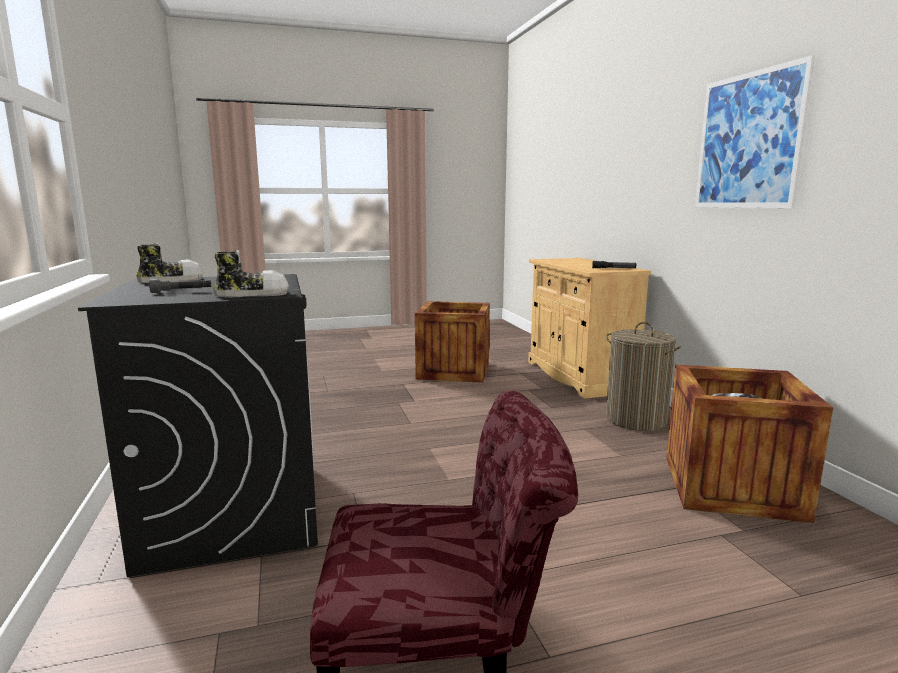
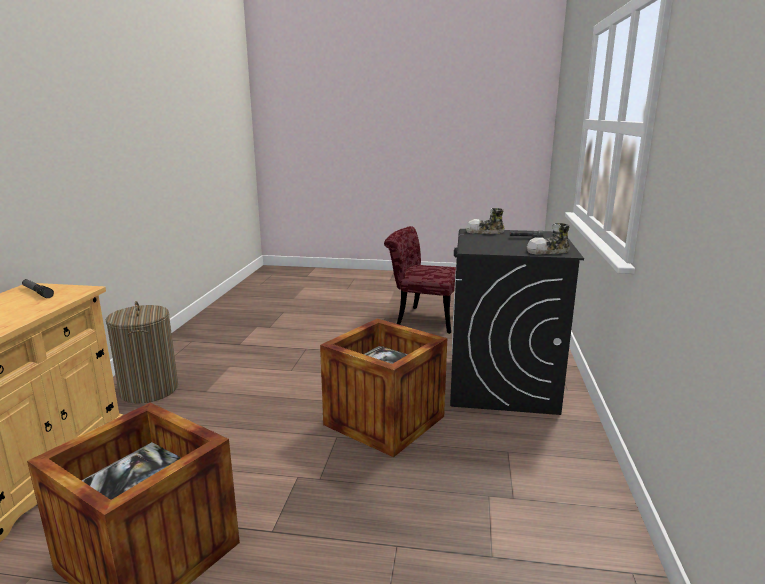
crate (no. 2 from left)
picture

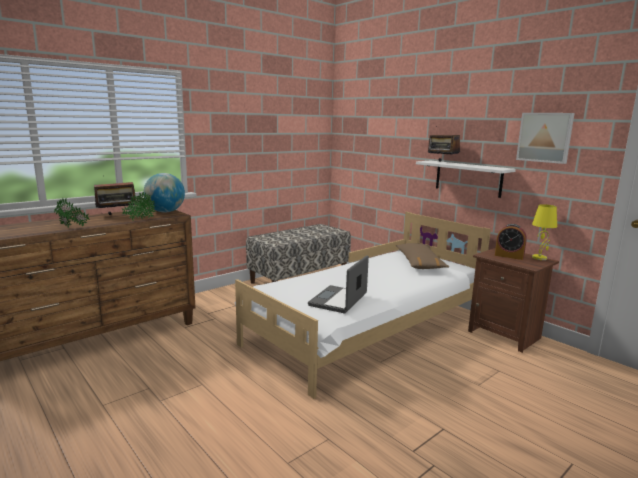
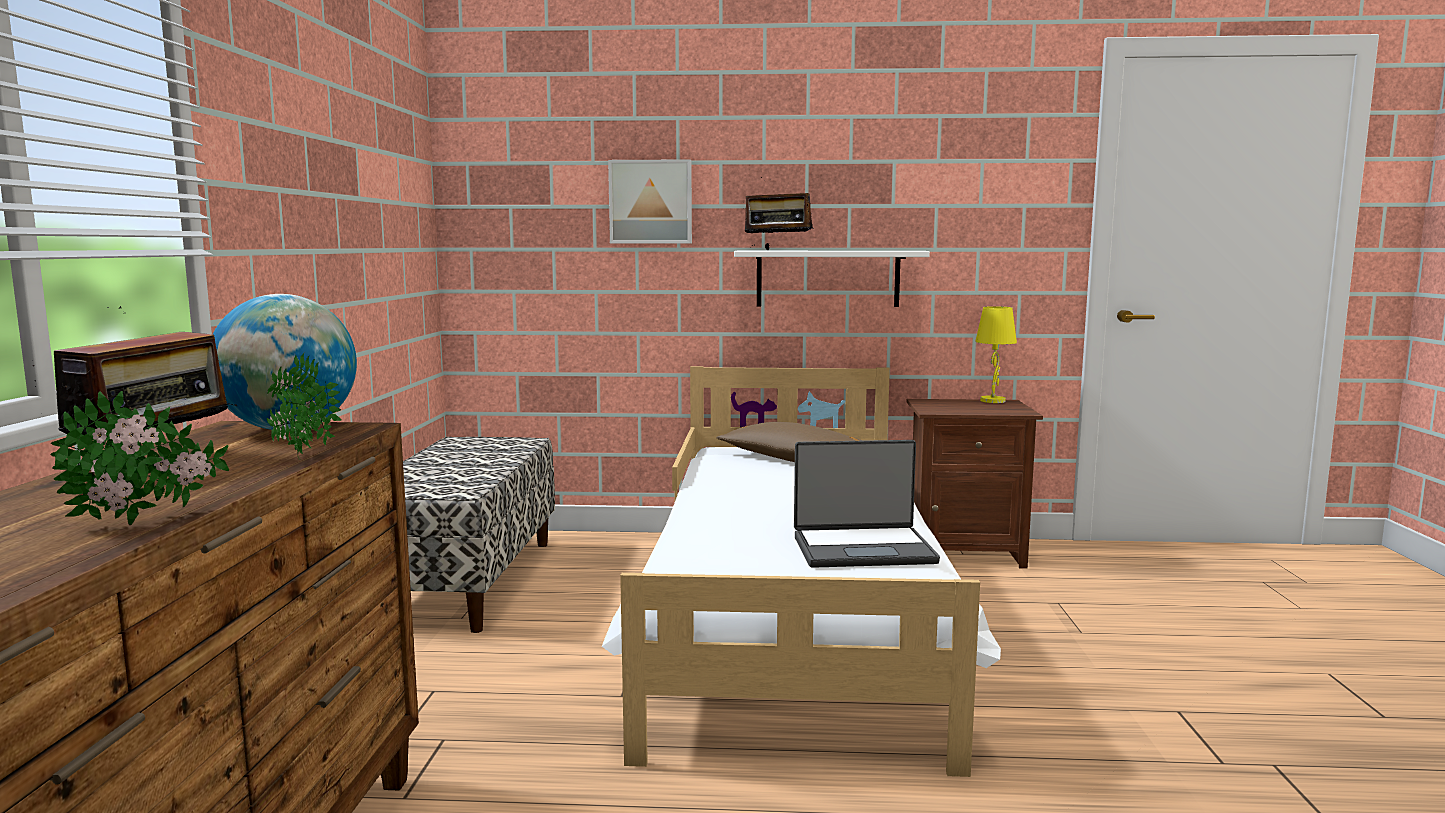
notebook computer
table clock
picture

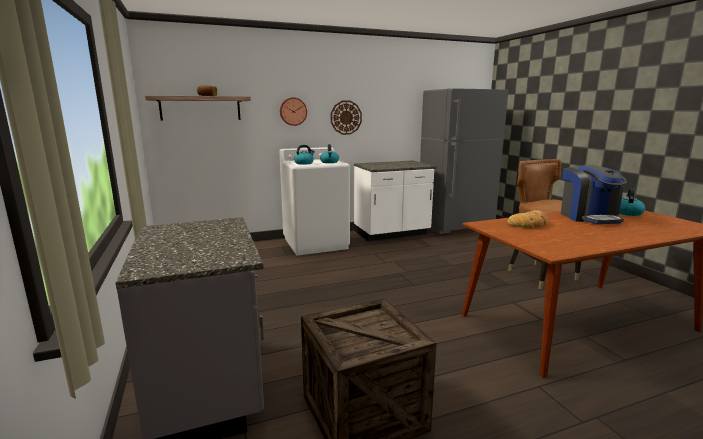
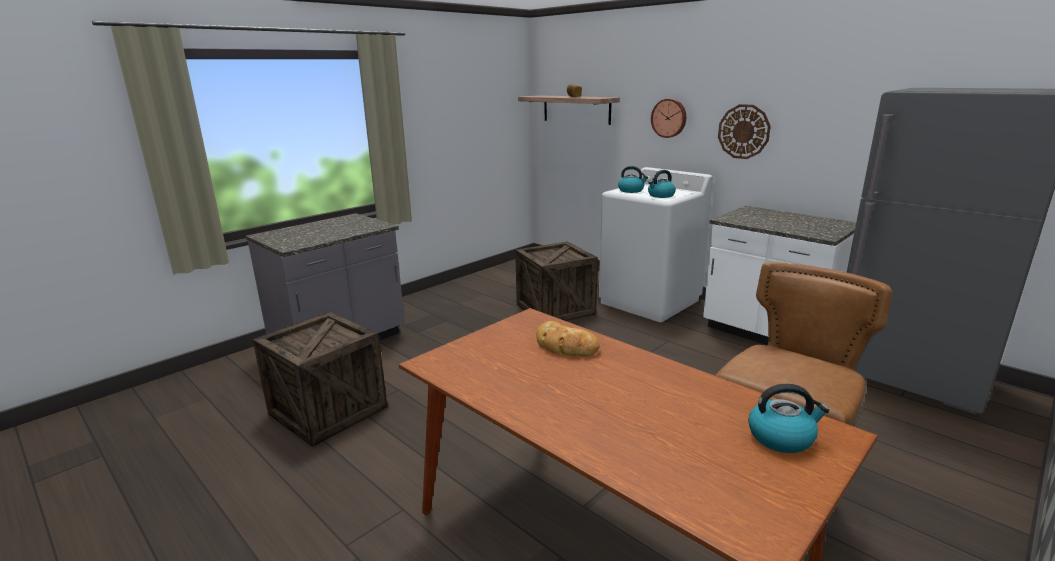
coffee brewer
crate (no. 2 from left)

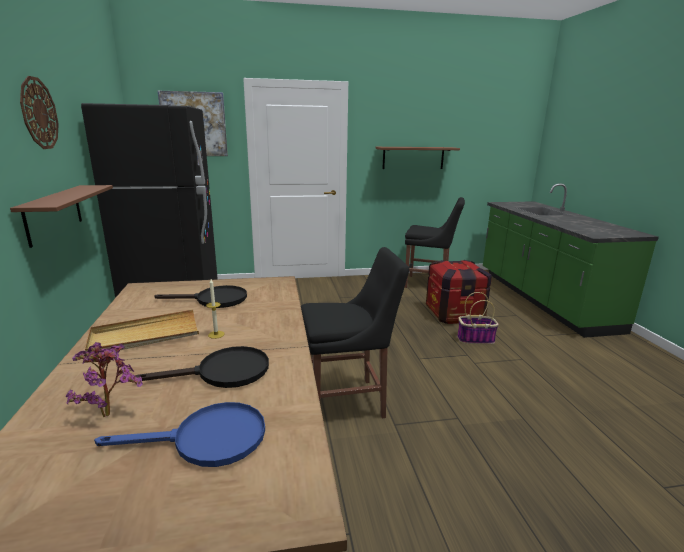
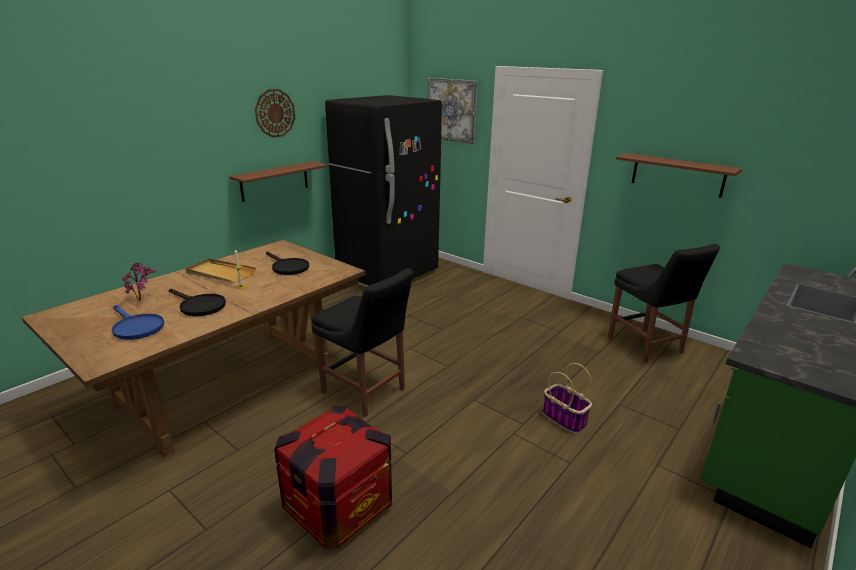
crate

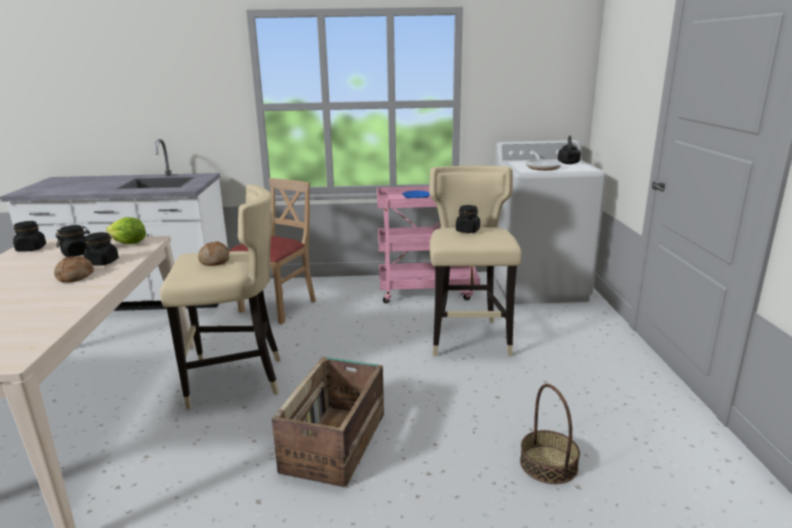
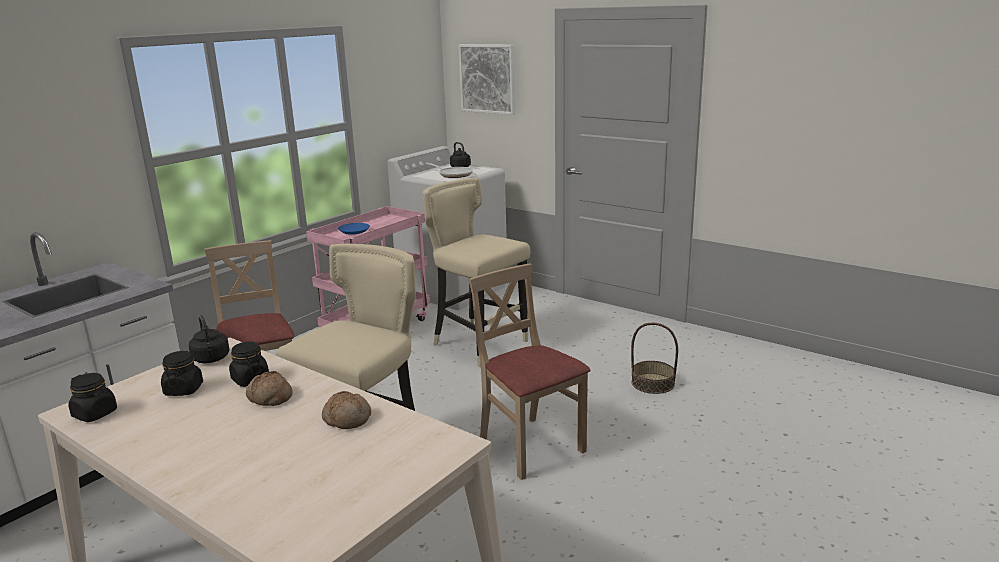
blackish tea kettle (no. 1 from left)
baked bread (no. 2 from left)
sand-coloured chair (no. 2 from left)
blackish jar (no. 4 from left in the first image)
picture

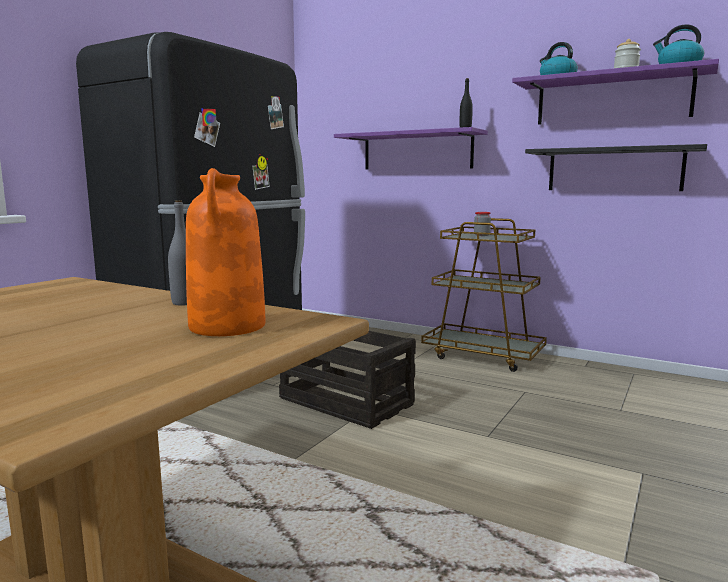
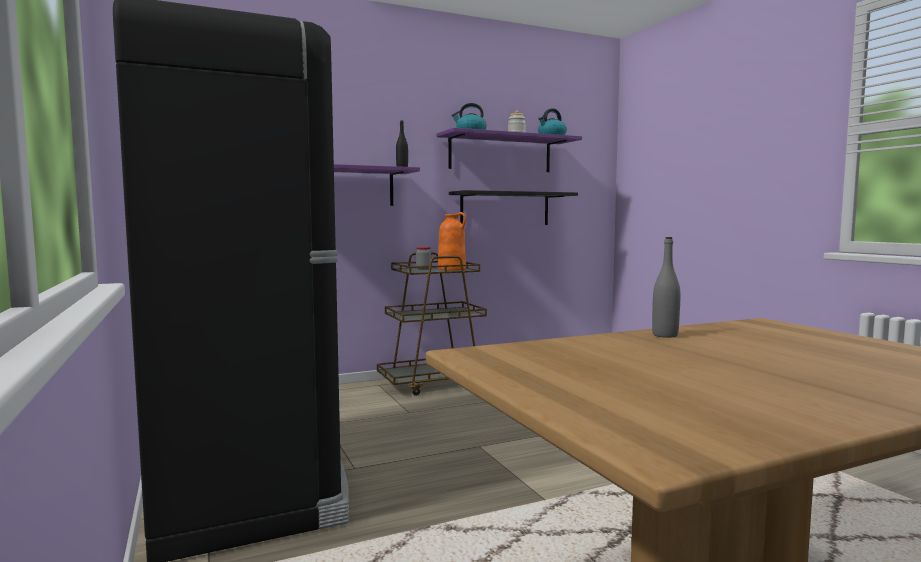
orange flower vase
crate

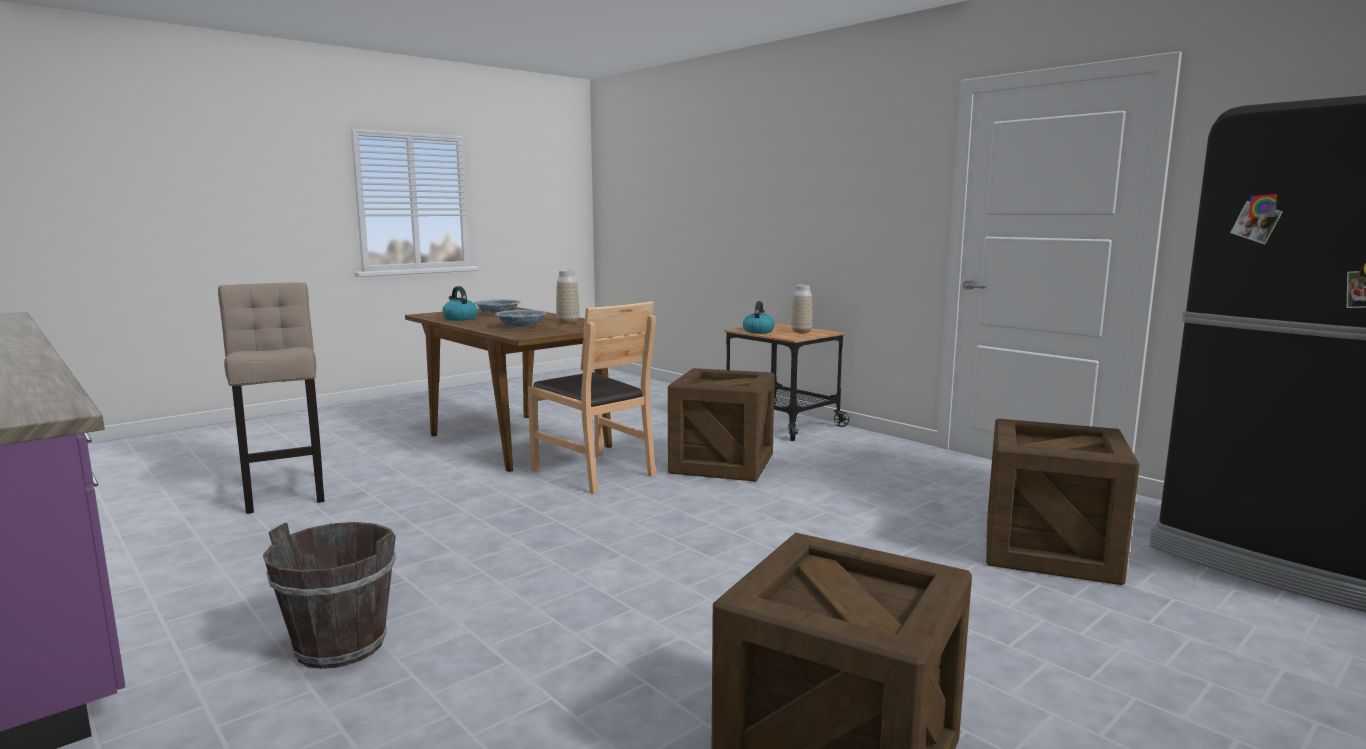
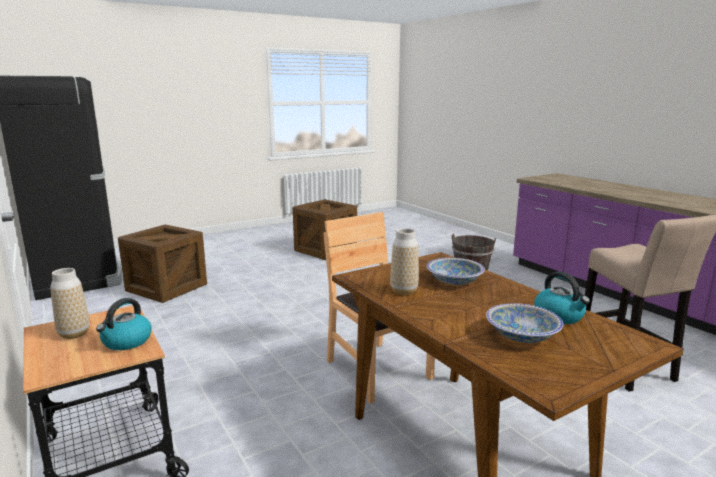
crate (no. 1 from left in the first image)

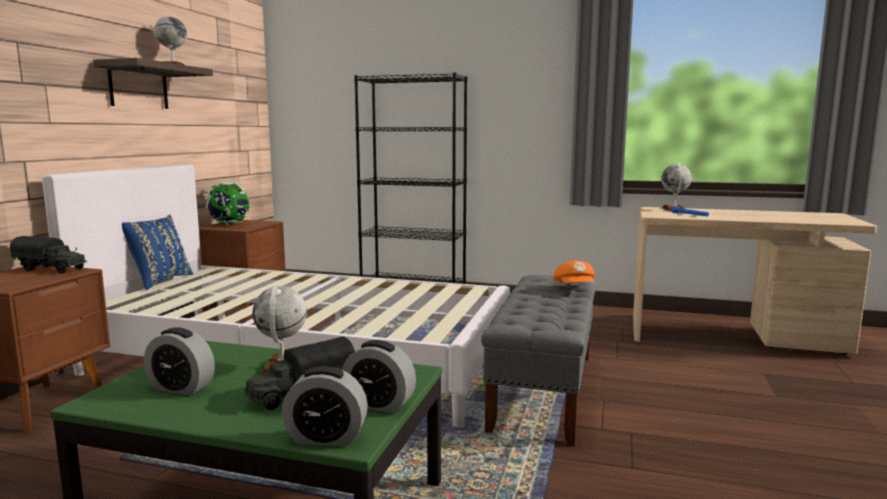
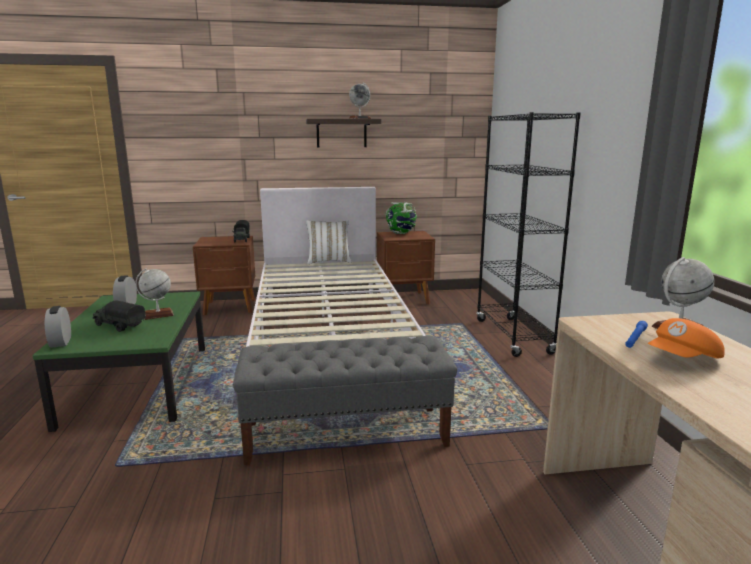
white cushion
table clock (no. 3 from left in the first image)
orange cap

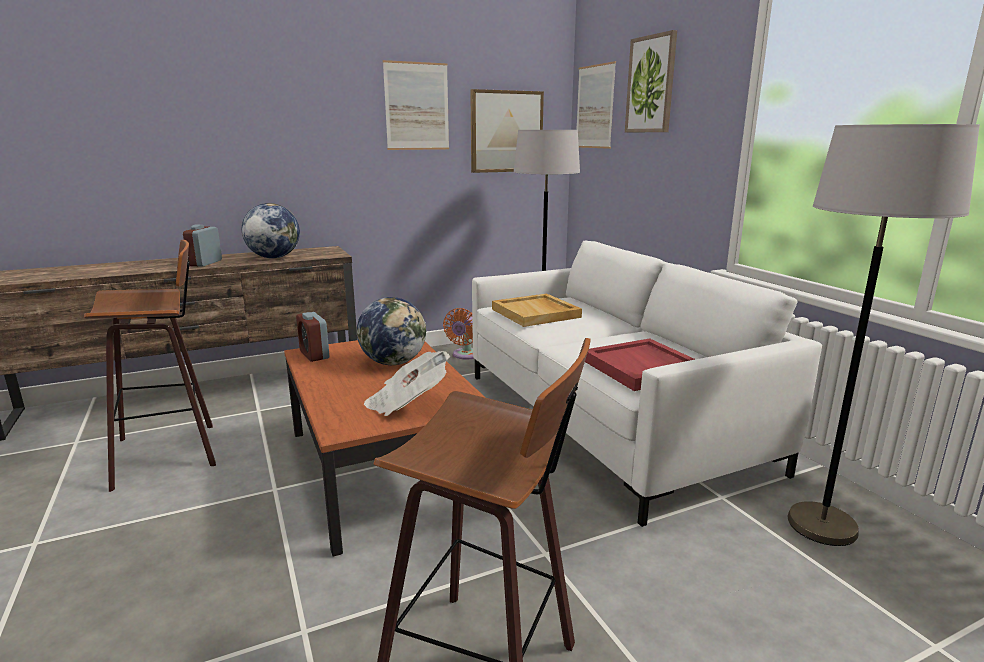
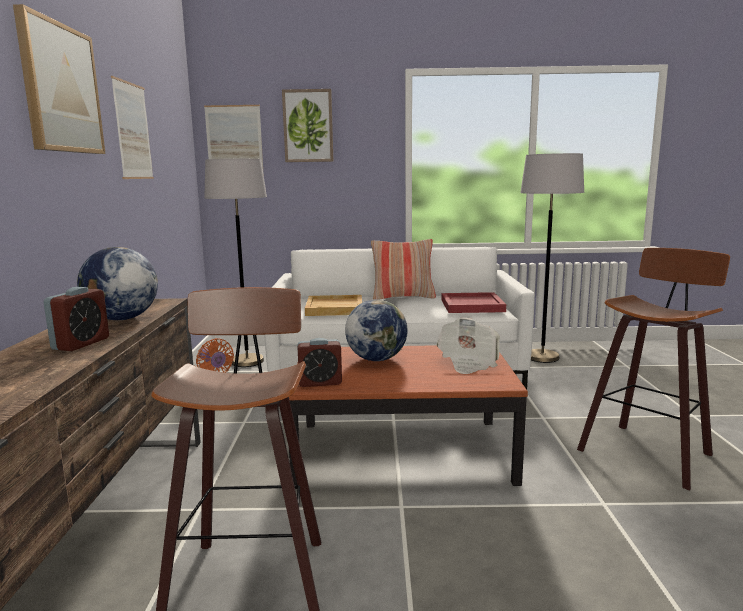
table clock (no. 1 from left)
picture (no. 1 from left)
cushion

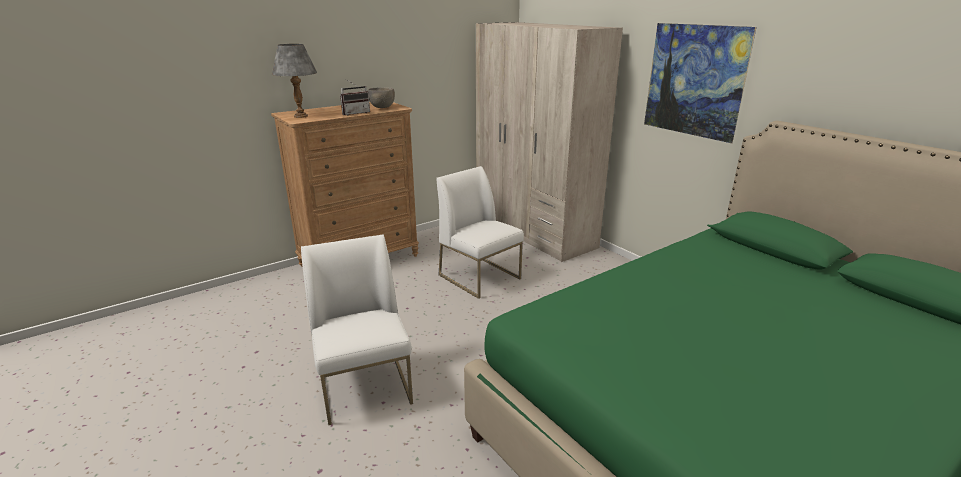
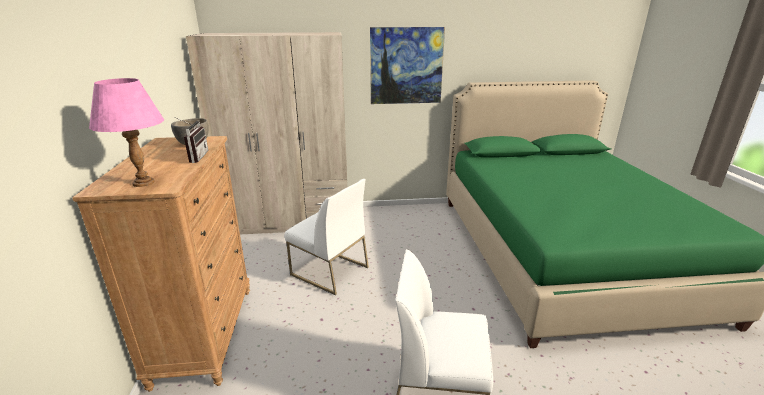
pink tabletop lamp
white chair (no. 1 from left)

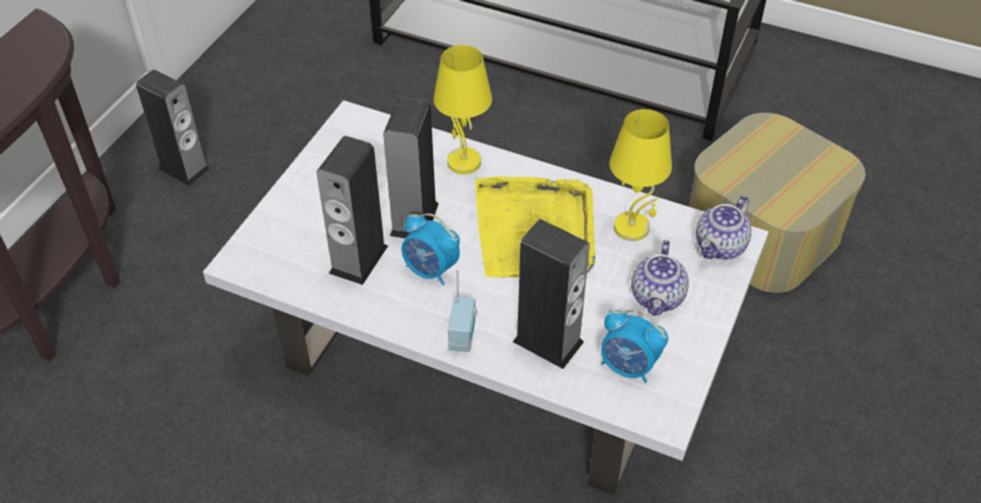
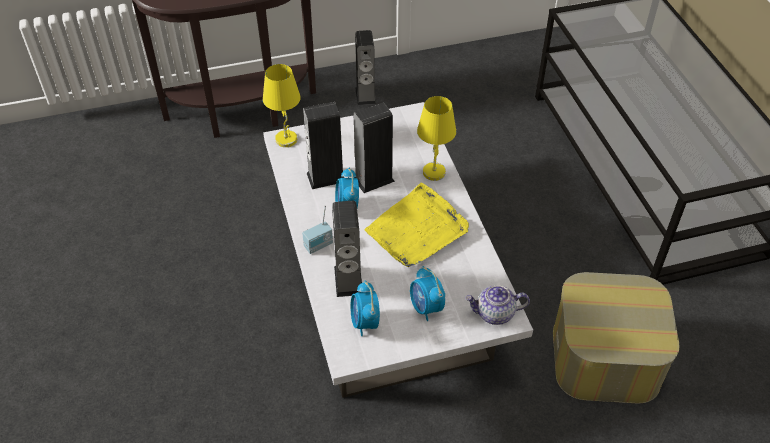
yellow-coloured tabletop lamp (no. 1 from left)
table clock (no. 3 from left)

